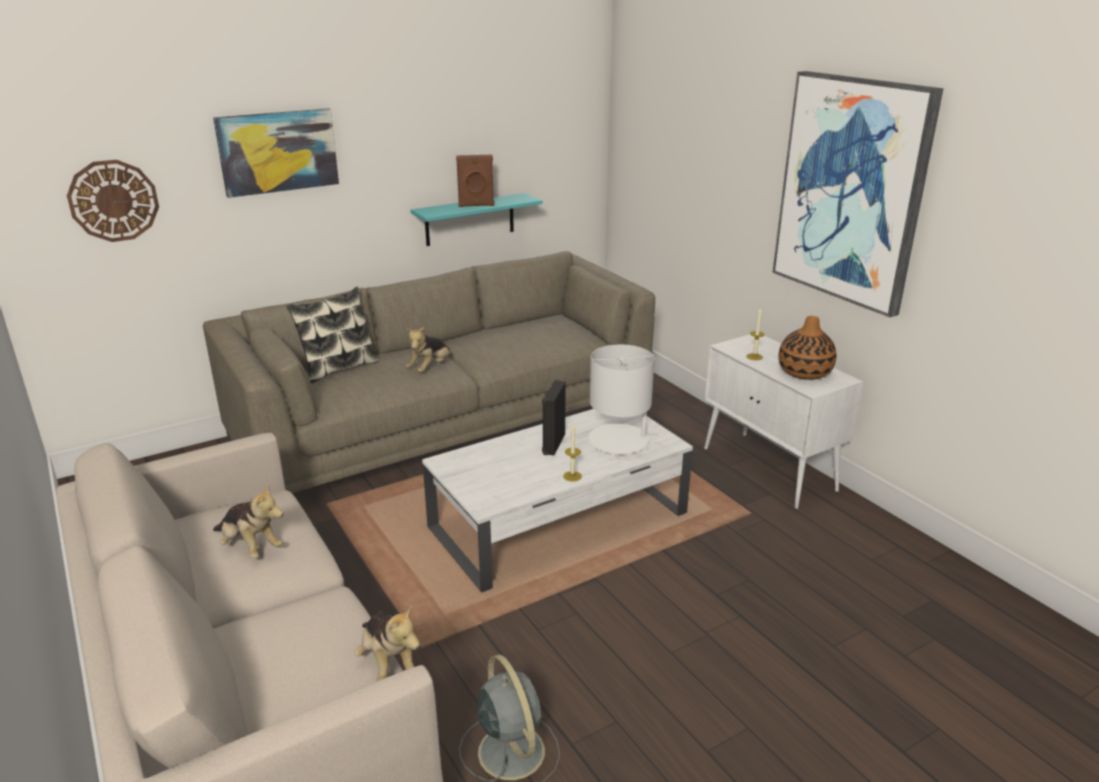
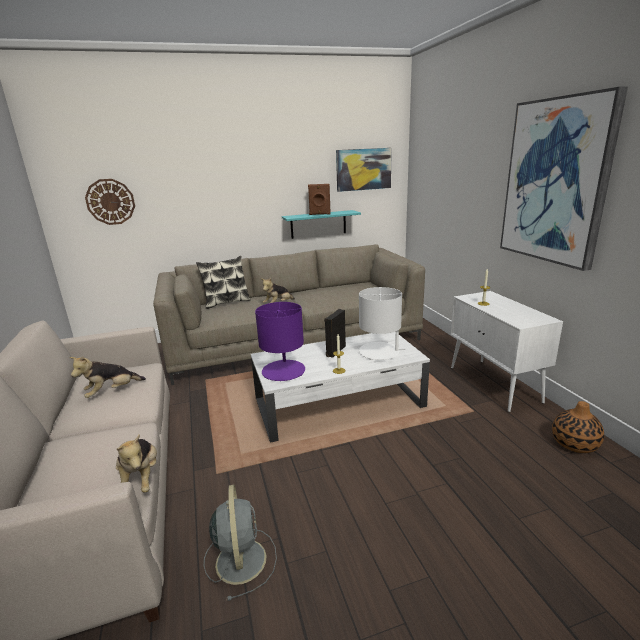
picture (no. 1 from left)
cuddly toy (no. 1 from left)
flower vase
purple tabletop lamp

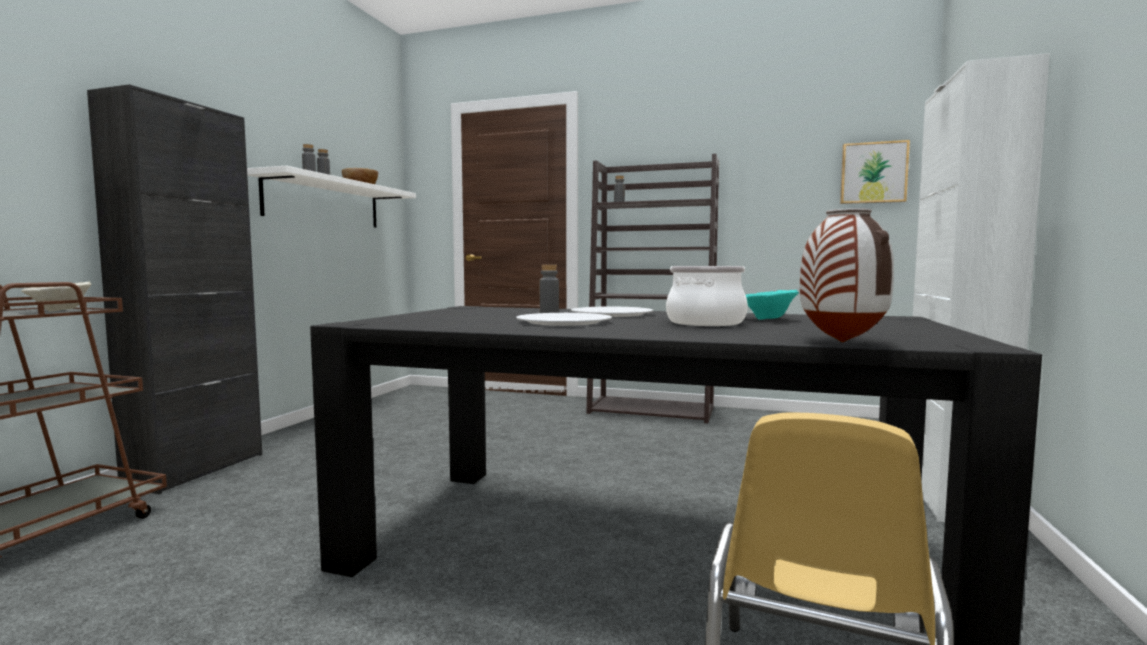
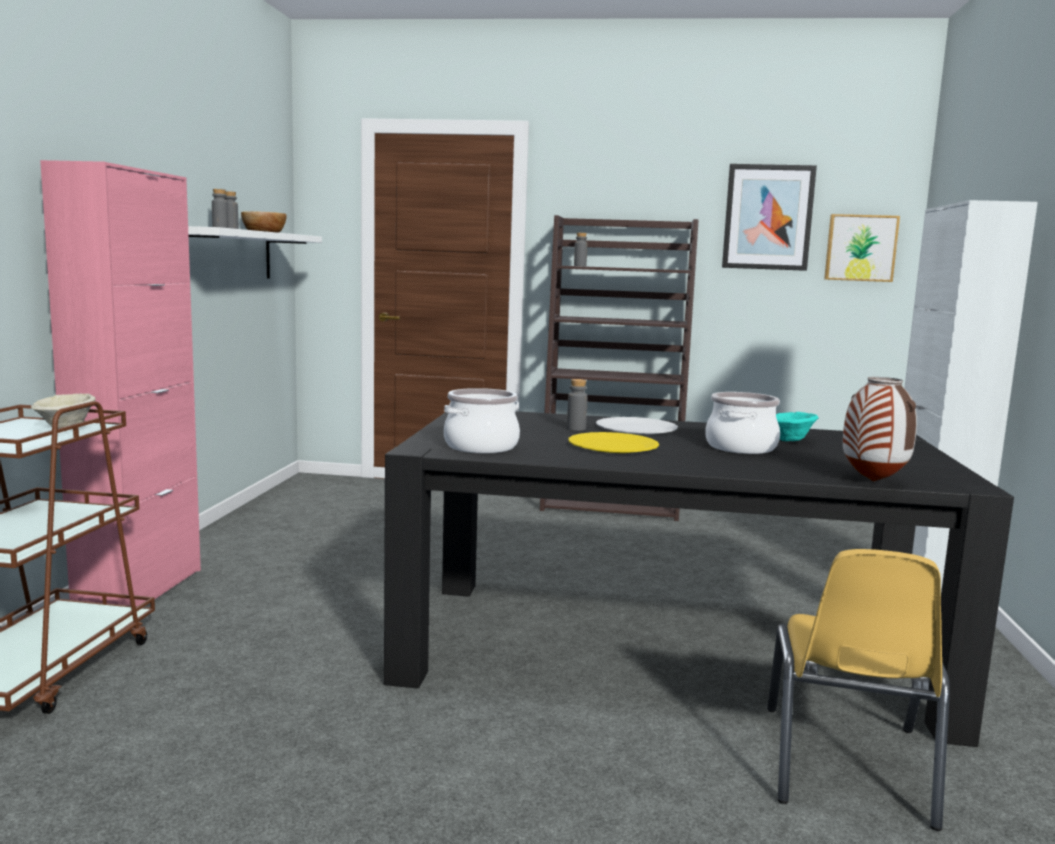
pink storage cabinet
yellow-coloured dinner plate
stockpot (no. 1 from left)
picture (no. 1 from left)

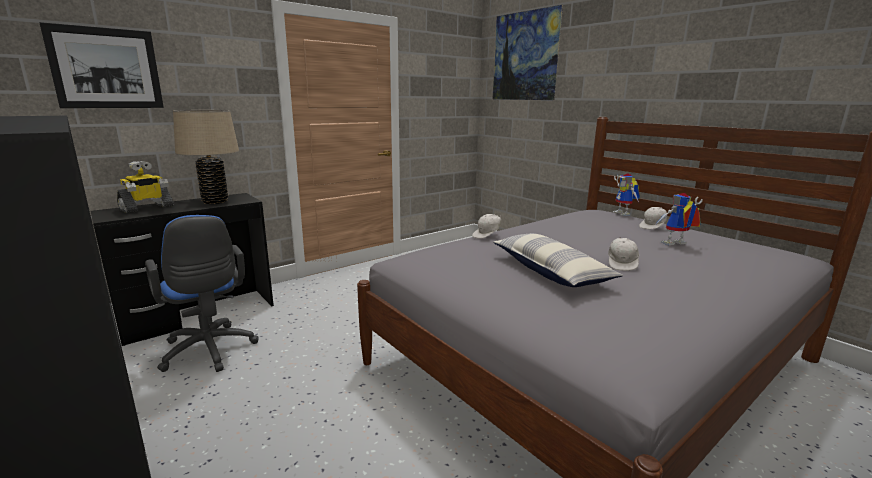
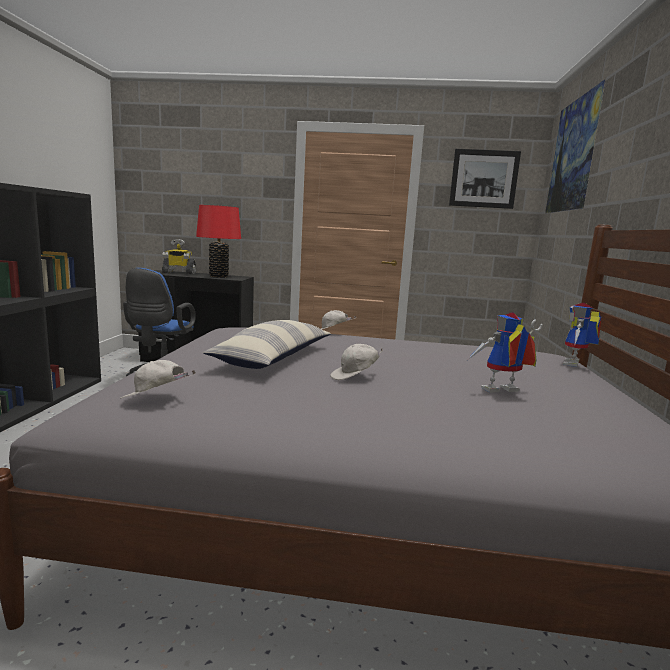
picture (no. 1 from left)
reddish tabletop lamp
white cap (no. 1 from left)
toy robot (no. 2 from left)

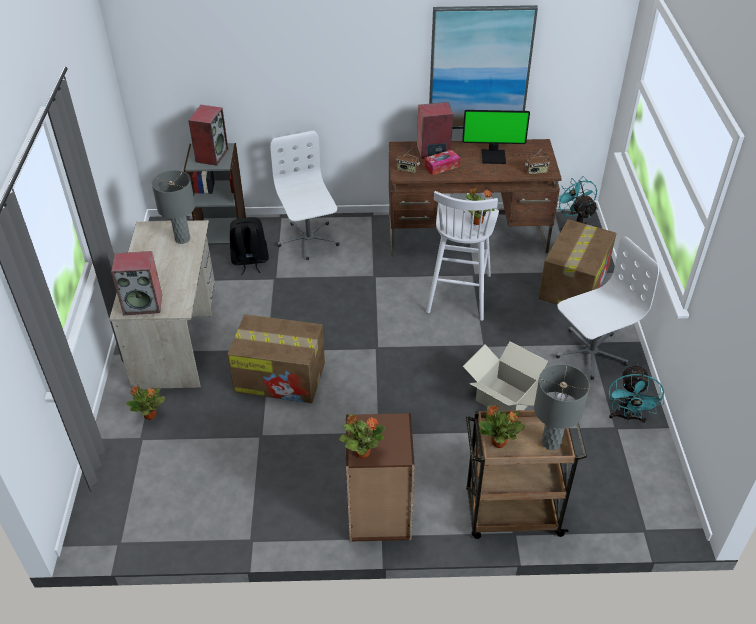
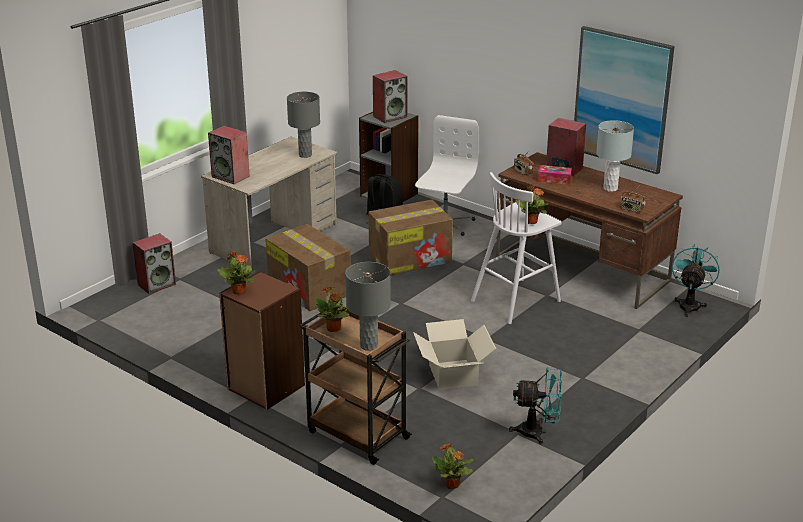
houseplant (no. 3 from left)
greyish tabletop lamp (no. 3 from left)
carton (no. 2 from left)
white desk chair (no. 2 from left in the first image)
blue-green fan (no. 1 from left)
loudspeaker (no. 1 from left)

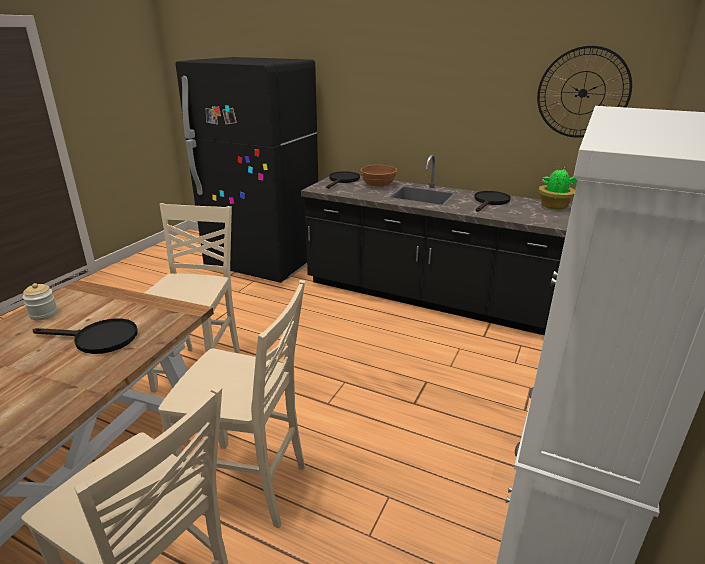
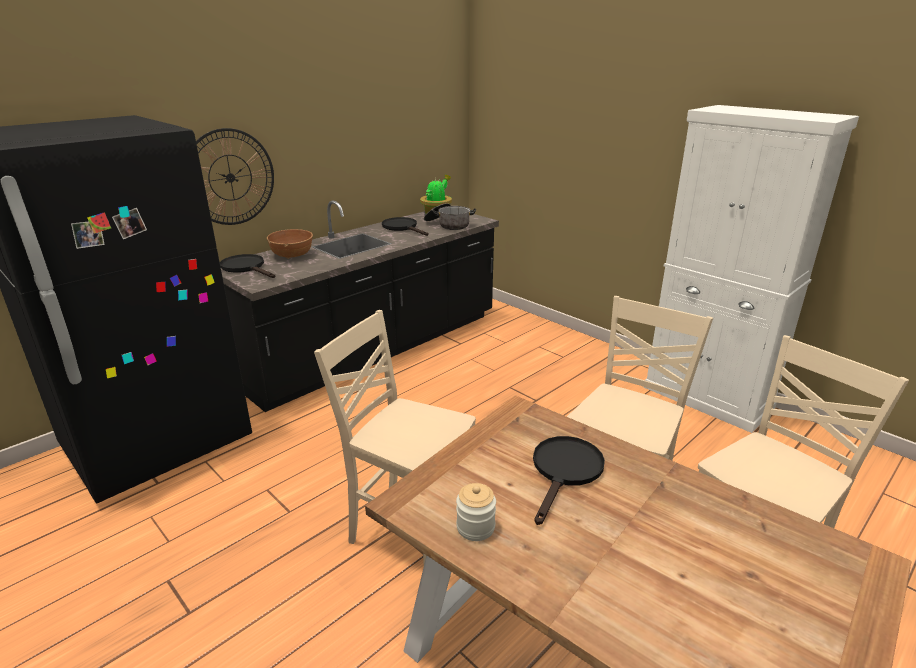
wall clock
stockpot

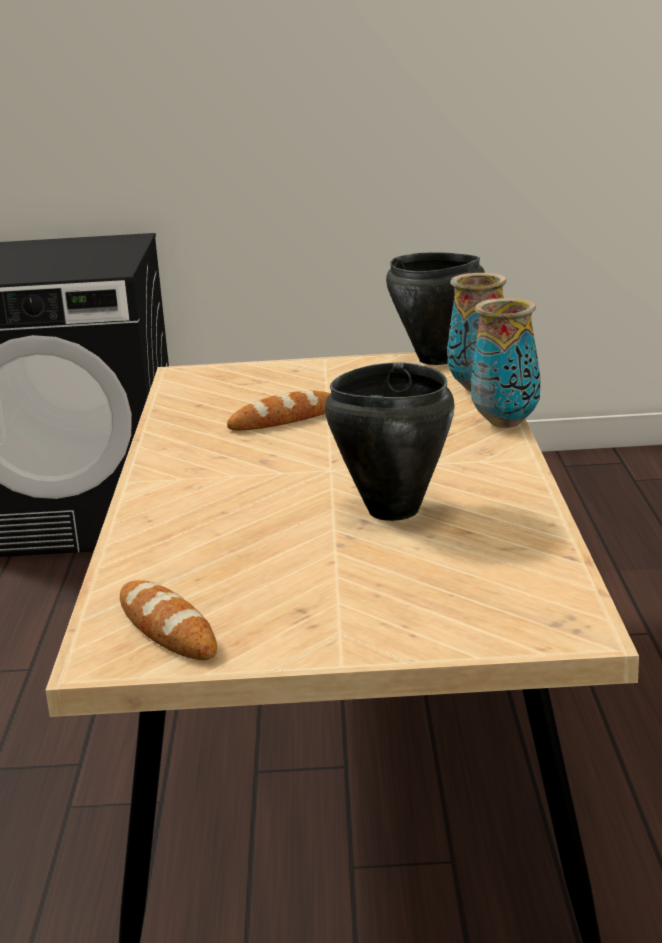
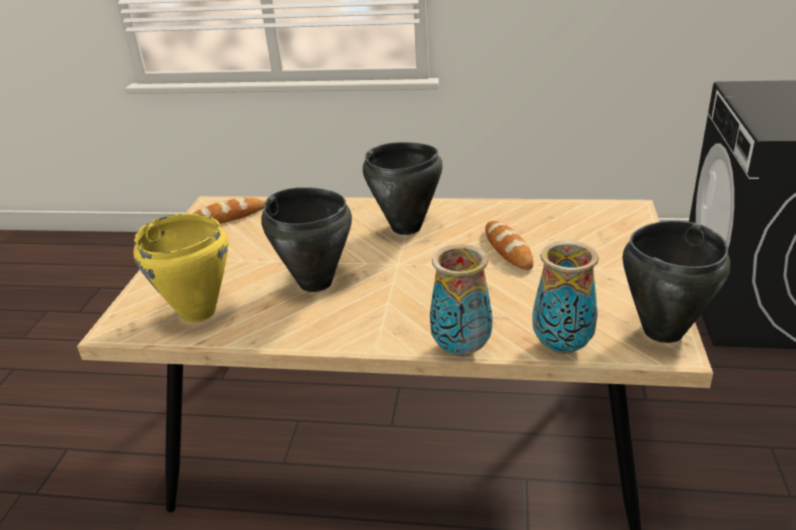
yellow-coloured stockpot
blackish stockpot (no. 2 from left)

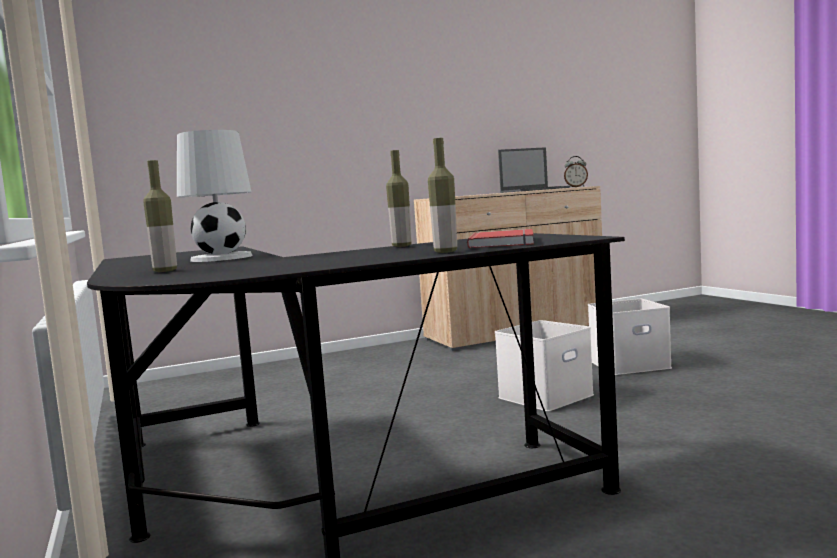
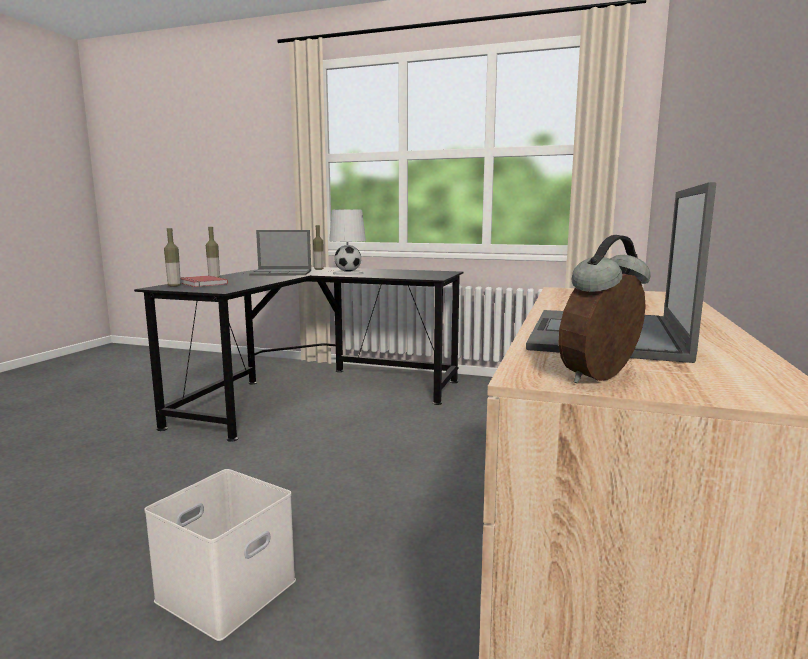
bottle (no. 1 from left)
white storage bin (no. 1 from left in the first image)
notebook computer (no. 1 from left)

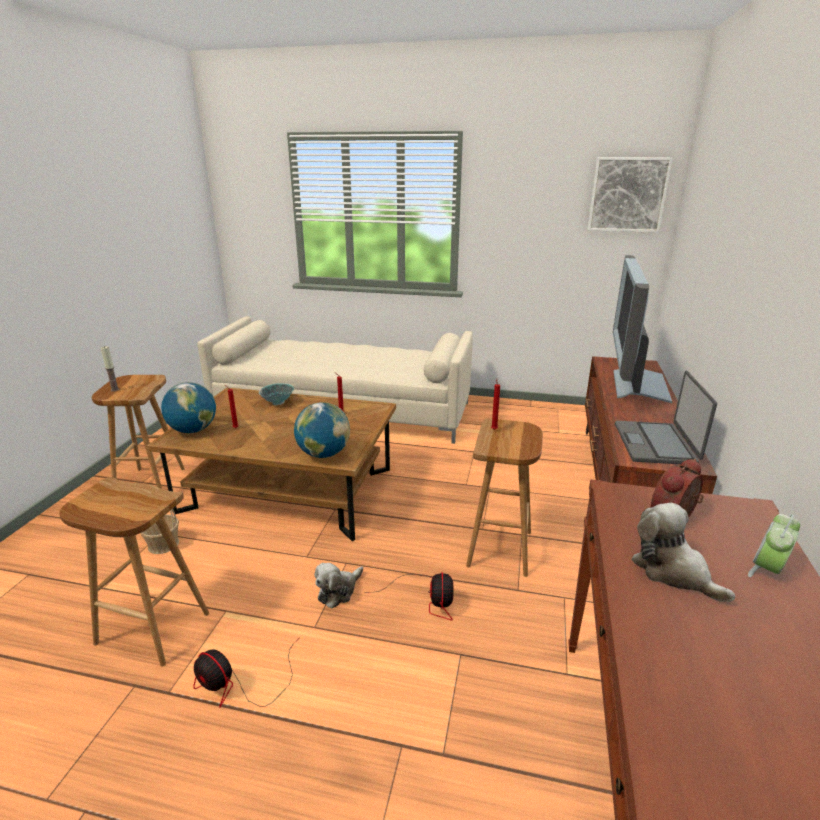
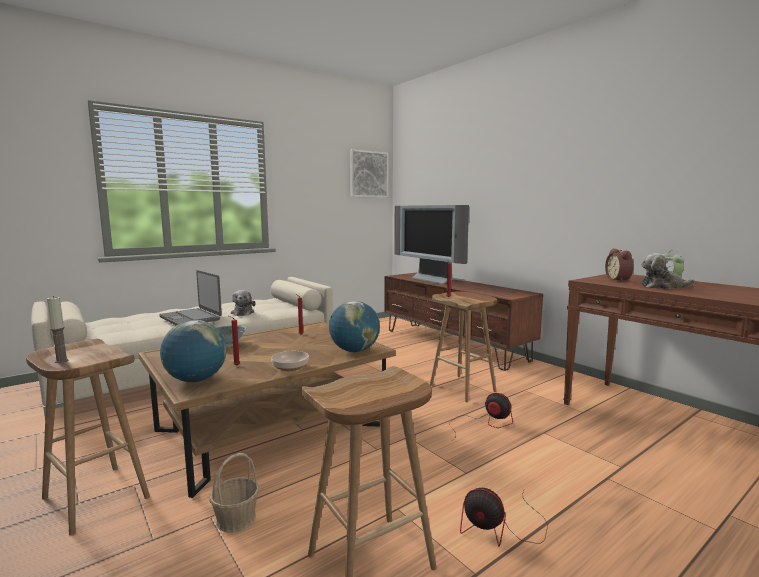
fan (no. 2 from left)
cuddly toy (no. 1 from left)
notebook computer
bowl (no. 2 from left)

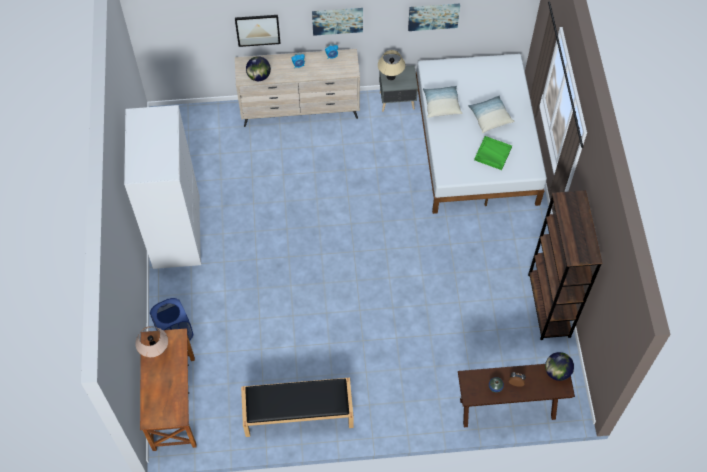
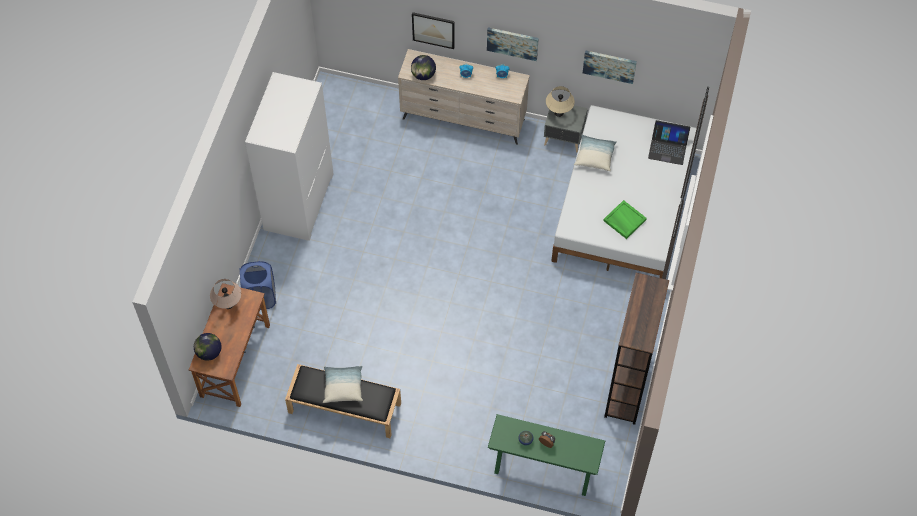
green console table
cushion (no. 1 from left)
desk globe (no. 1 from left)
notebook computer

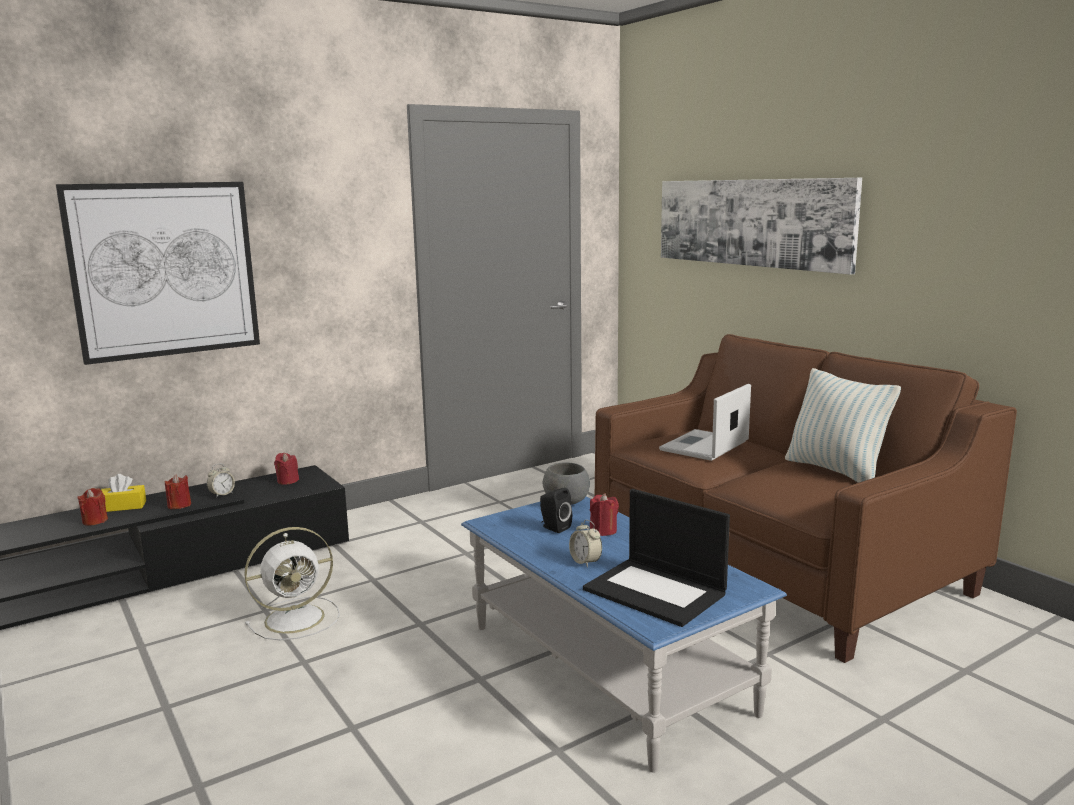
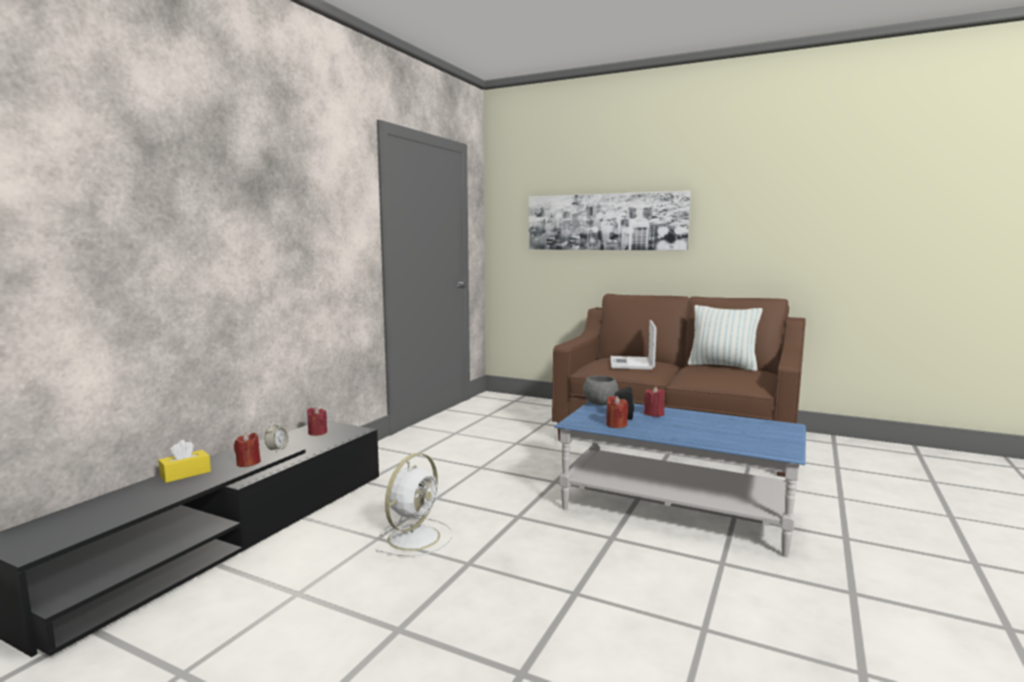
picture (no. 1 from left in the first image)
reddish wax light (no. 3 from left)
table clock (no. 2 from left in the first image)
notebook computer (no. 1 from left in the first image)

